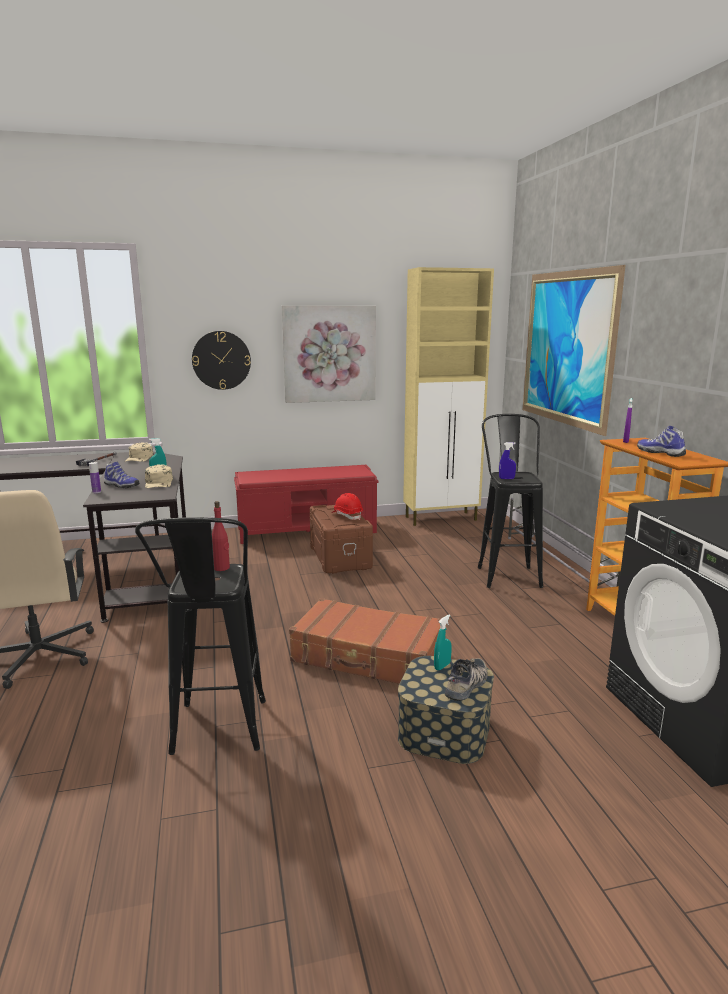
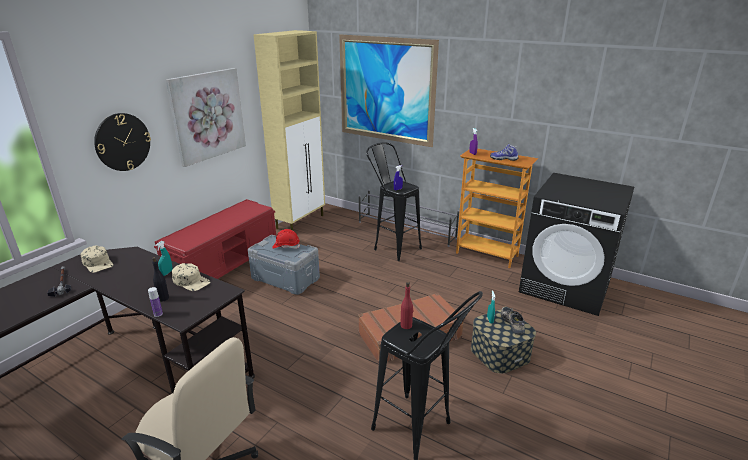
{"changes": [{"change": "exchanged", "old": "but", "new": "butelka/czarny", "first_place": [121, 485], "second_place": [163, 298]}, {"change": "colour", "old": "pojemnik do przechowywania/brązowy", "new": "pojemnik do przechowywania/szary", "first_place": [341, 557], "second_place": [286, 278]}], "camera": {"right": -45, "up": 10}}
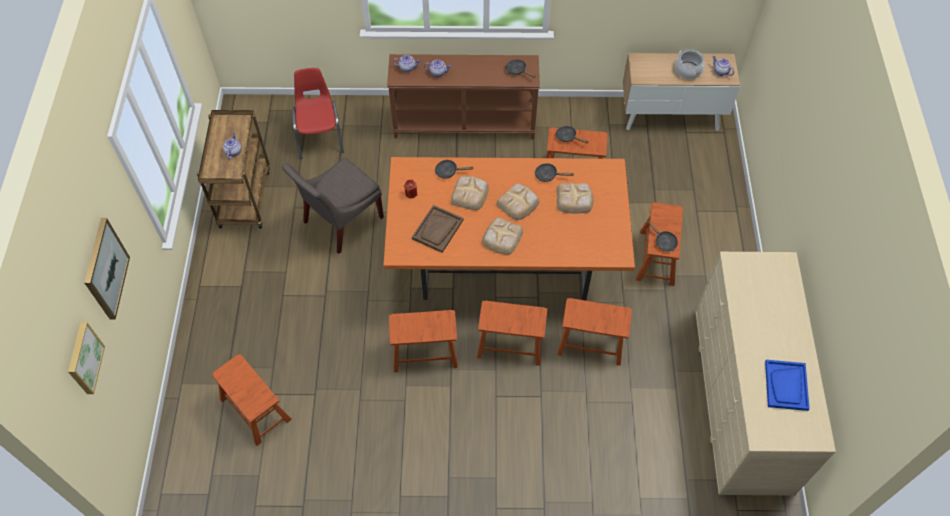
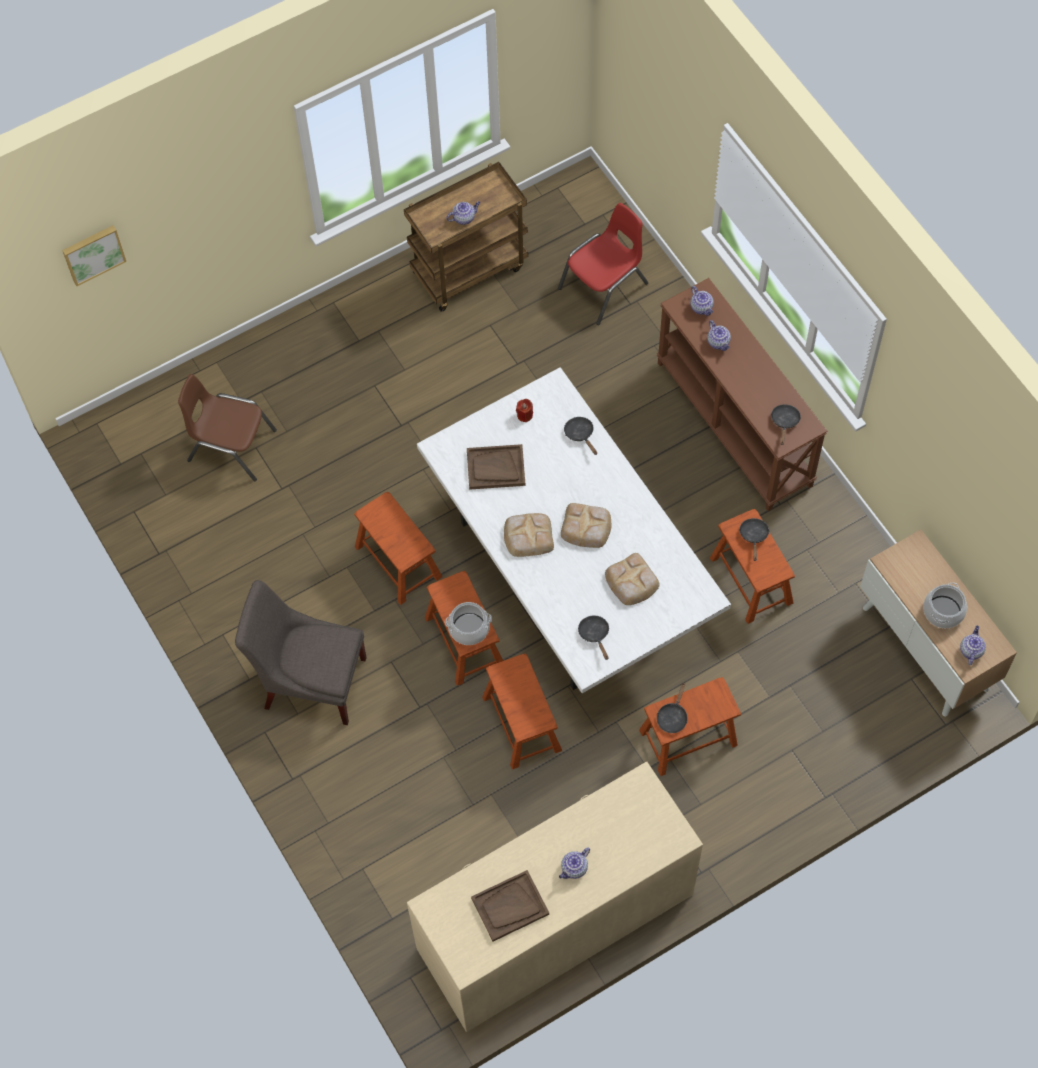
{"changes": [{"change": "exchanged", "old": "stołek/brązowy", "new": "krzesło/brązowy", "first_place": [255, 409], "second_place": [231, 446]}, {"change": "relocated", "old": "krzesło/szary", "first_place": [340, 221], "second_place": [310, 680]}, {"change": "colour", "old": "stół jadalny/pomarańczowy", "new": "stół jadalny/biały", "first_place": [506, 260], "second_place": [570, 577]}, {"change": "appeared", "new": "garnek", "second_place": [469, 629]}, {"change": "colour", "old": "taca/niebieski", "new": "taca/brązowy", "first_place": [786, 386], "second_place": [510, 906]}, {"change": "appeared", "new": "imbryk", "second_place": [574, 869]}, {"change": "relocated", "old": "patelnia/czarny", "first_place": [548, 175], "second_place": [595, 634]}, {"change": "missing", "old": "obraz", "first_place": [105, 269]}, {"change": "missing", "old": "chleb", "first_place": [470, 194]}], "camera": {"right": 60, "up": 5}}
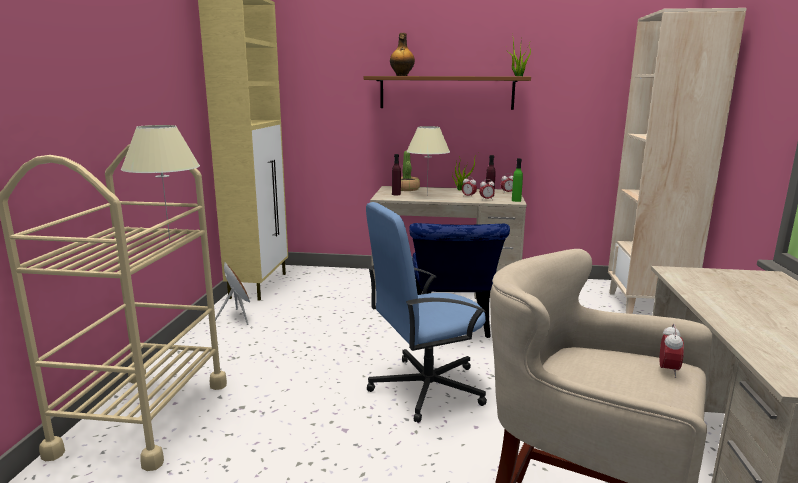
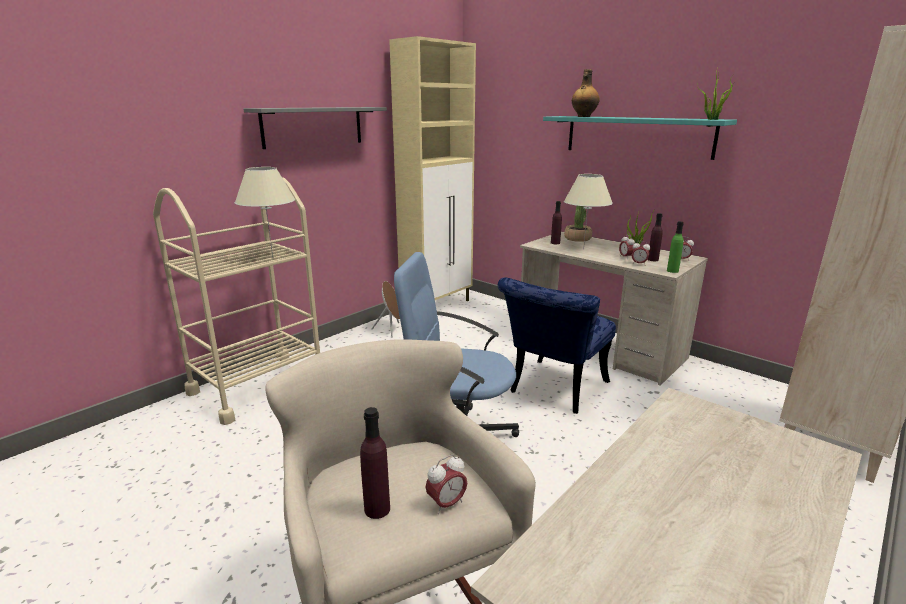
{"changes": [{"change": "appeared", "new": "półka/szary", "second_place": [313, 126]}, {"change": "appeared", "new": "butelka/fioletowy", "second_place": [377, 509]}, {"change": "colour", "old": "półka/brązowy", "new": "półka/turkusowy", "first_place": [446, 92], "second_place": [637, 136]}], "camera": {"right": 35, "up": 5}}
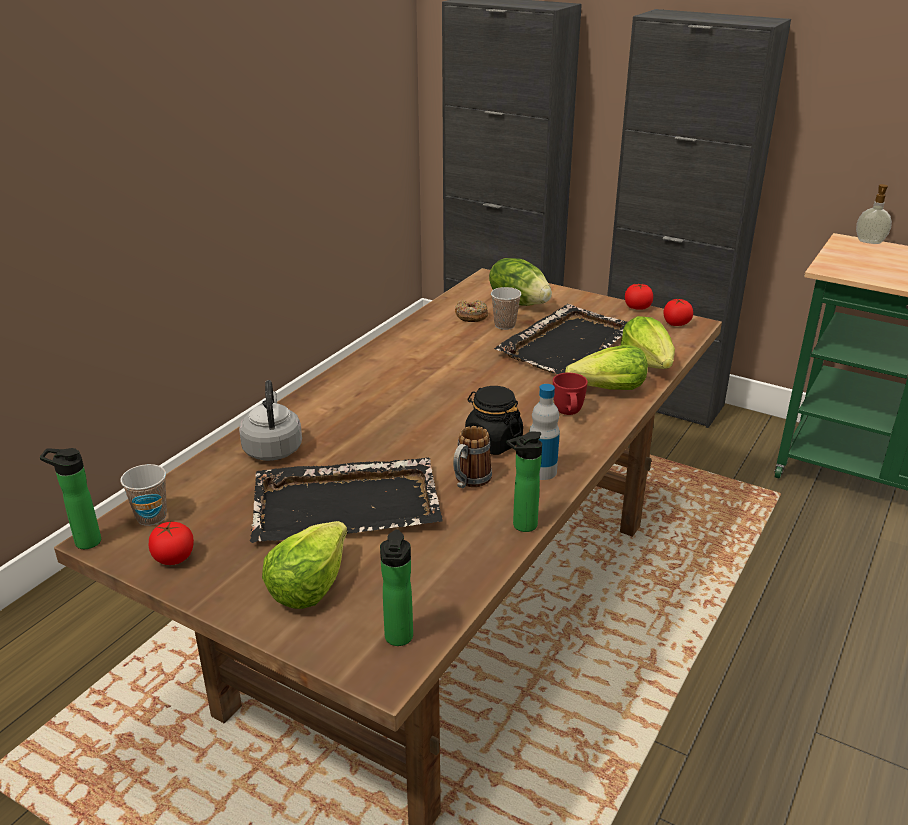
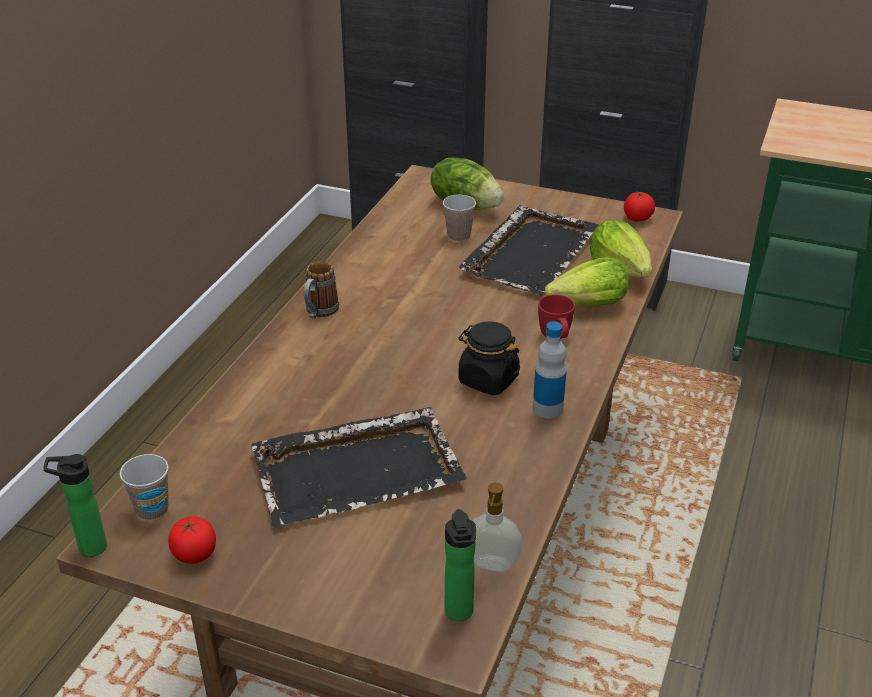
{"changes": [{"change": "relocated", "old": "kubek", "first_place": [469, 482], "second_place": [319, 312]}, {"change": "relocated", "old": "dozownik mydła", "first_place": [869, 242], "second_place": [492, 565]}, {"change": "missing", "old": "czajnik/szary", "first_place": [273, 448]}, {"change": "missing", "old": "sałata", "first_place": [308, 584]}, {"change": "missing", "old": "donut", "first_place": [471, 316]}, {"change": "missing", "old": "butelka", "first_place": [521, 526]}, {"change": "missing", "old": "pomidor", "first_place": [637, 307]}], "camera": {"right": -10, "up": 5}}
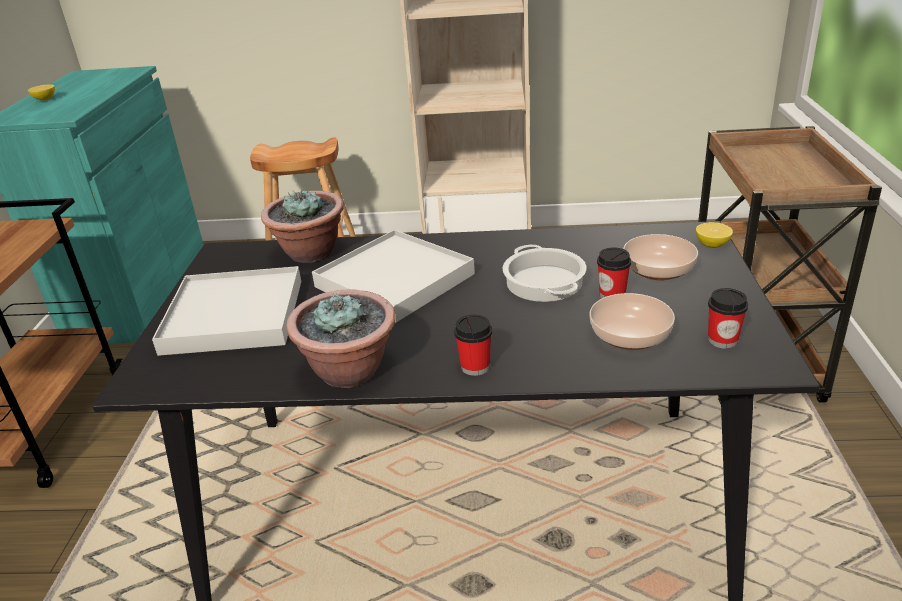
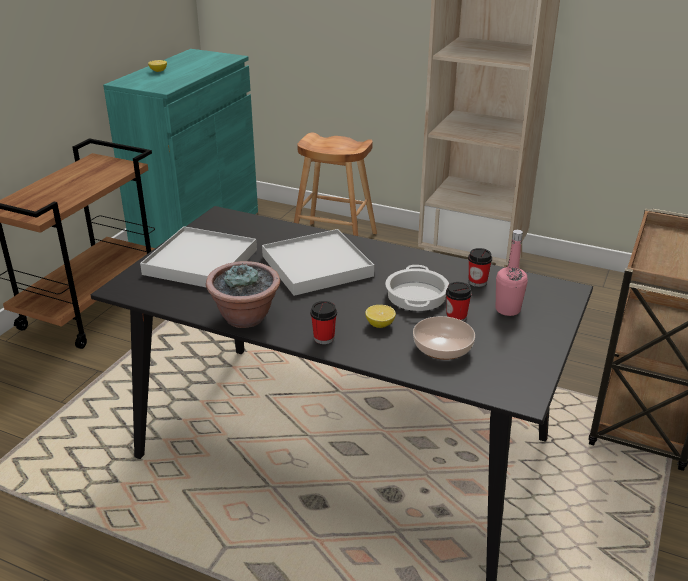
{"changes": [{"change": "relocated", "old": "cytryna", "first_place": [712, 245], "second_place": [380, 324]}, {"change": "relocated", "old": "filiżanka", "first_place": [722, 340], "second_place": [477, 282]}, {"change": "exchanged", "old": "miska", "new": "butelka/różowy", "first_place": [659, 270], "second_place": [507, 309]}, {"change": "missing", "old": "roślina doniczkowa", "first_place": [310, 253]}], "camera": {"right": 20, "up": 0}}
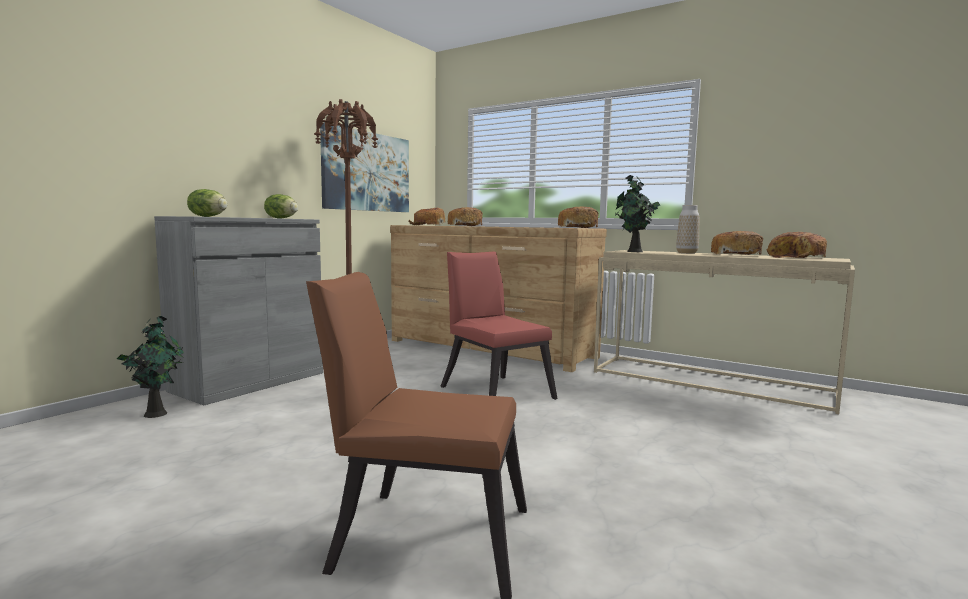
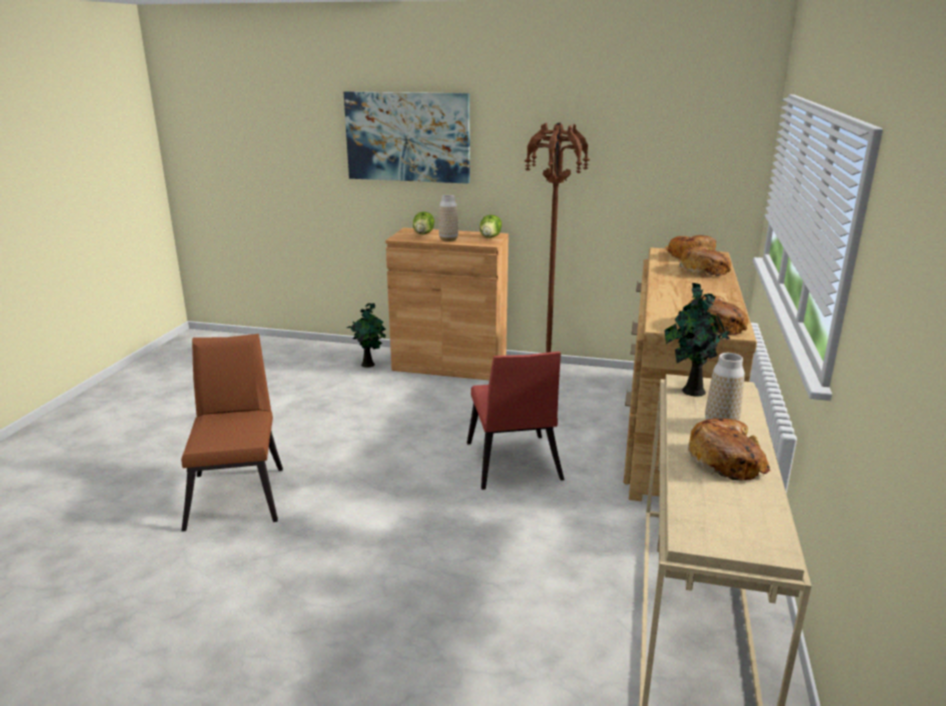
{"changes": [{"change": "relocated", "old": "obraz", "first_place": [367, 171], "second_place": [407, 137]}, {"change": "colour", "old": "szafka/szary", "new": "szafka/brązowy", "first_place": [249, 381], "second_place": [449, 365]}, {"change": "appeared", "new": "wazon", "second_place": [448, 239]}, {"change": "spun", "old": "krzesło/czerwony", "first_place": [494, 391], "second_place": [513, 465], "degrees": 135}, {"change": "missing", "old": "chleb", "first_place": [797, 257]}], "camera": {"right": 70, "up": 15}}
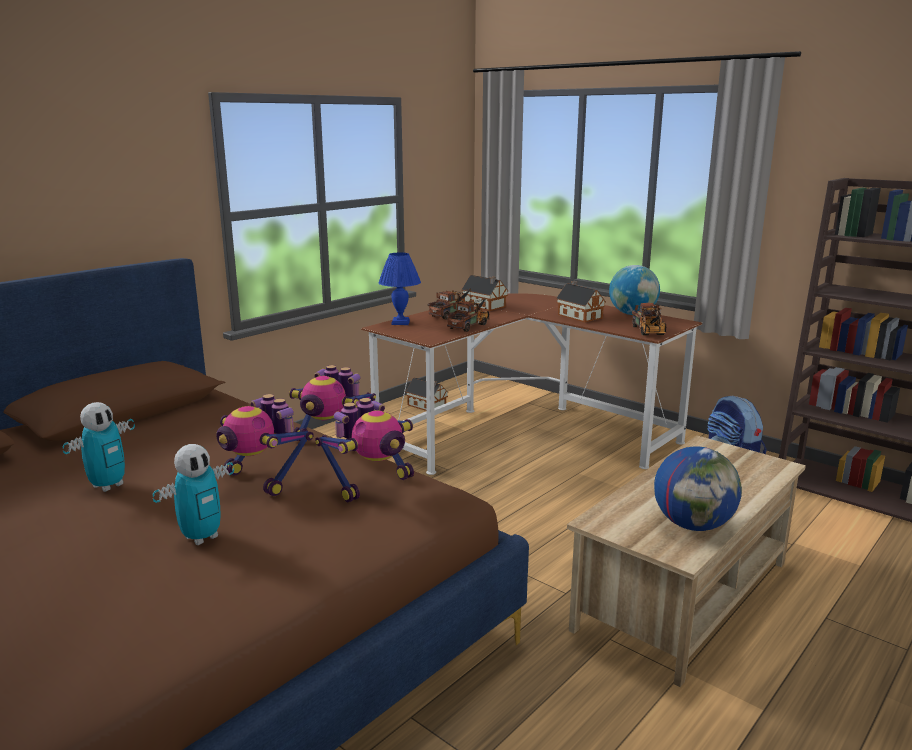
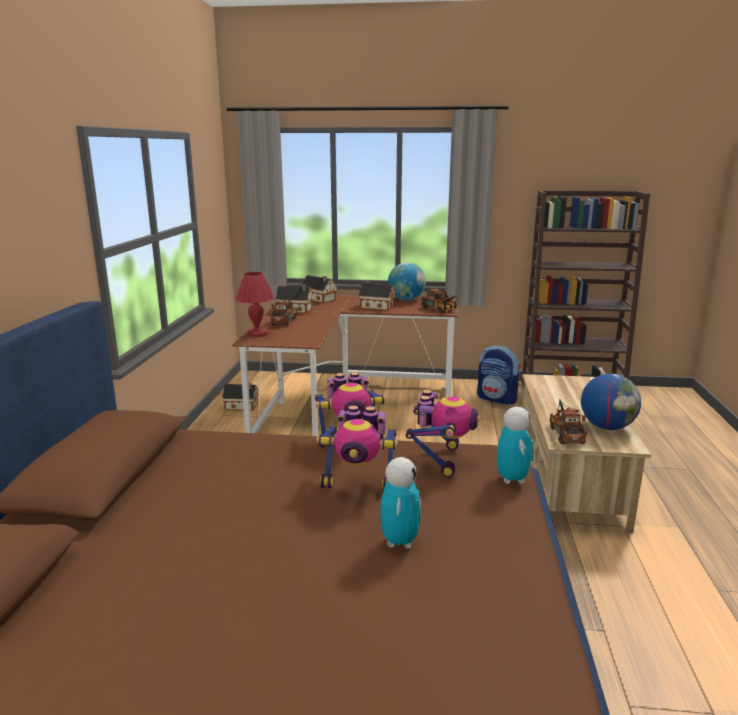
{"changes": [{"change": "colour", "old": "lampa stołowa/niebieski", "new": "lampa stołowa/czerwony", "first_place": [400, 323], "second_place": [257, 334]}, {"change": "appeared", "new": "domek", "second_place": [319, 299]}, {"change": "relocated", "old": "robot zabawkowy", "first_place": [108, 486], "second_place": [512, 479]}, {"change": "relocated", "old": "ciężarówka zabawkowa", "first_place": [470, 325], "second_place": [565, 433]}], "camera": {"right": -35, "up": 0}}
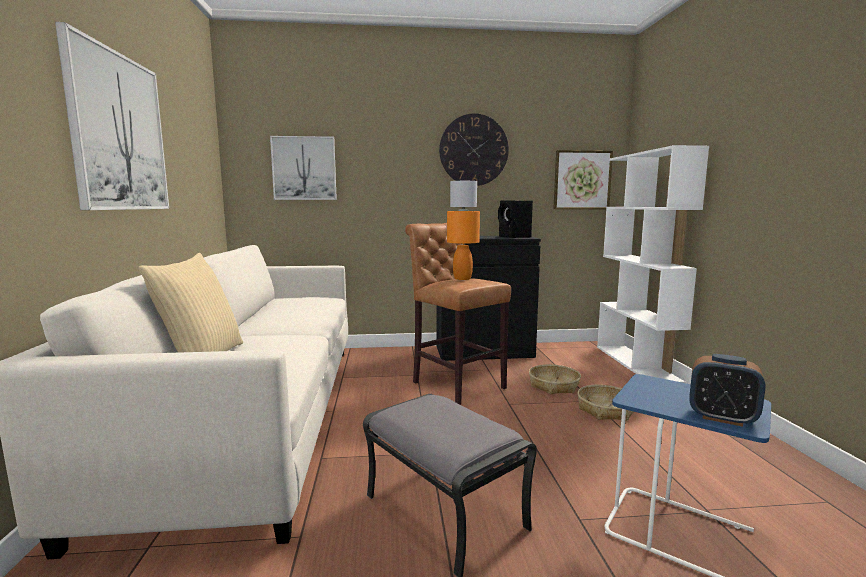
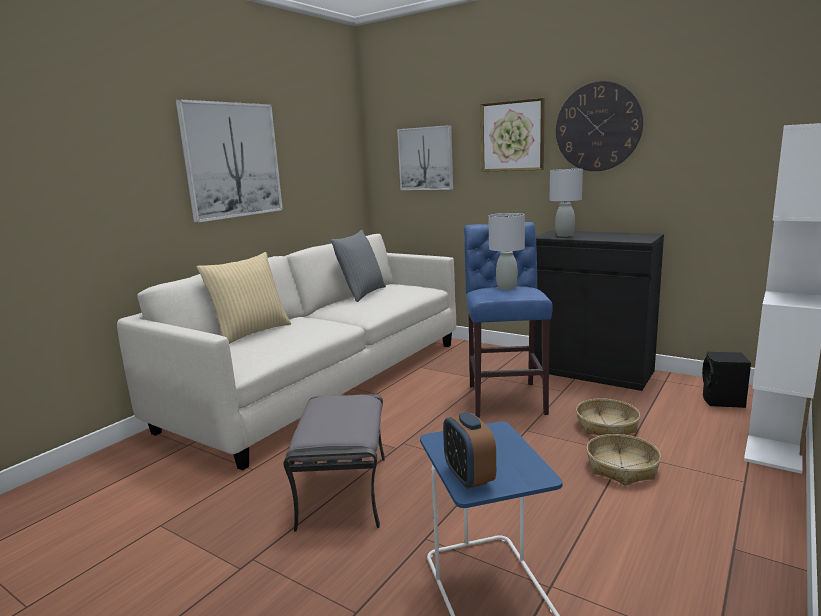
{"changes": [{"change": "appeared", "new": "poduszka/szary", "second_place": [361, 294]}, {"change": "colour", "old": "stołek/brązowy", "new": "stołek/niebieski", "first_place": [455, 384], "second_place": [505, 397]}, {"change": "relocated", "old": "obraz", "first_place": [582, 180], "second_place": [512, 136]}, {"change": "colour", "old": "lampa stołowa/pomarańczowy", "new": "lampa stołowa/szary", "first_place": [462, 278], "second_place": [507, 287]}, {"change": "relocated", "old": "głośnik/czarny", "first_place": [515, 237], "second_place": [723, 401]}], "camera": {"right": 40, "up": 5}}
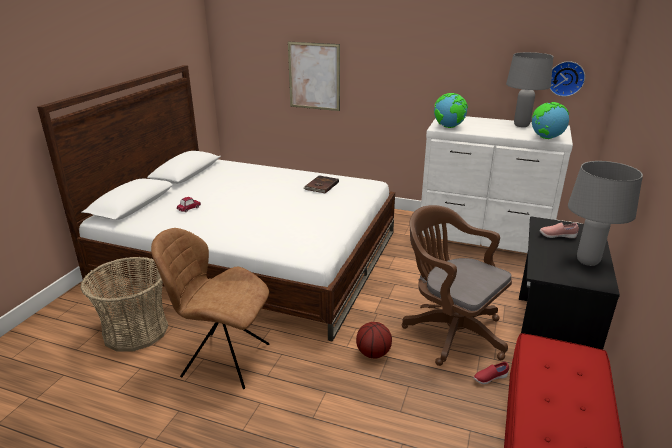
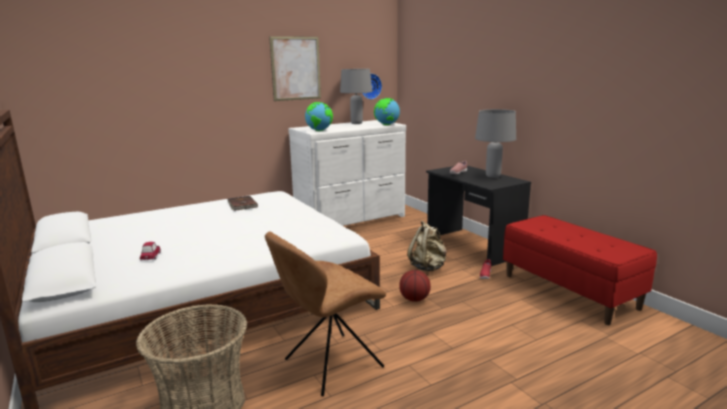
{"changes": [{"change": "relocated", "old": "obraz", "first_place": [314, 76], "second_place": [296, 68]}, {"change": "exchanged", "old": "krzesło biurowe/brązowy", "new": "plecak/beżowy", "first_place": [450, 331], "second_place": [428, 267]}], "camera": {"right": -50, "up": -10}}
